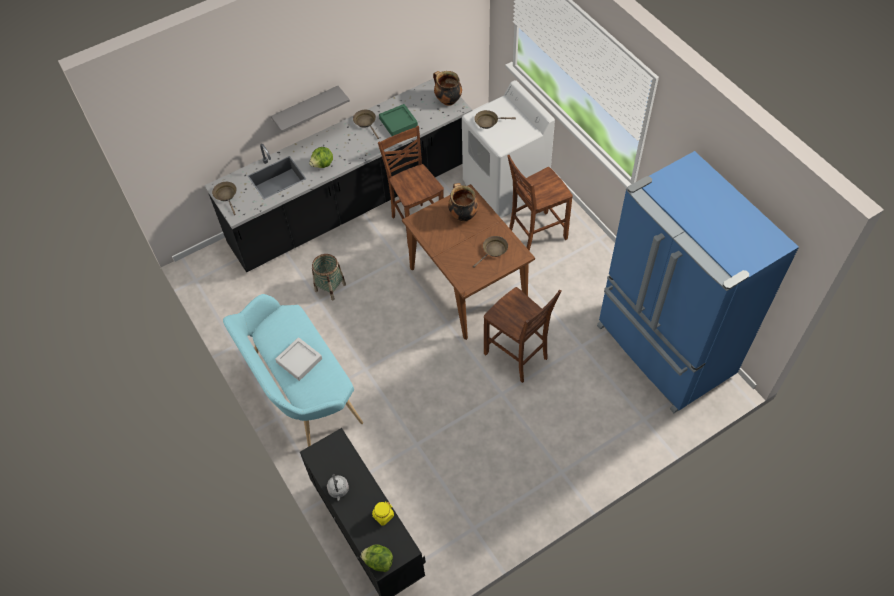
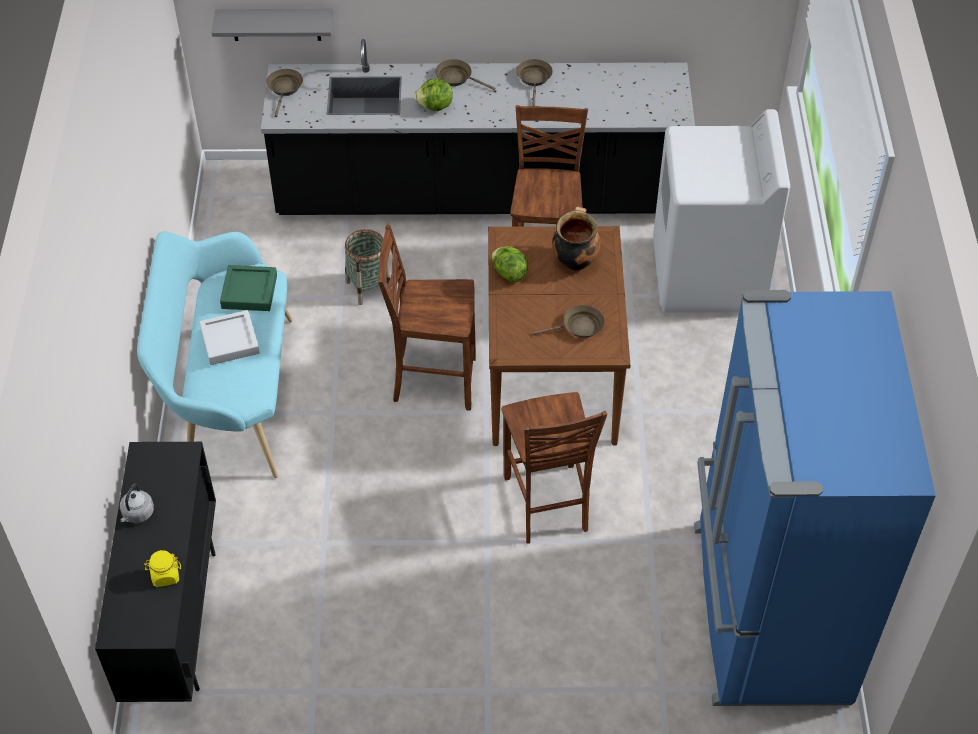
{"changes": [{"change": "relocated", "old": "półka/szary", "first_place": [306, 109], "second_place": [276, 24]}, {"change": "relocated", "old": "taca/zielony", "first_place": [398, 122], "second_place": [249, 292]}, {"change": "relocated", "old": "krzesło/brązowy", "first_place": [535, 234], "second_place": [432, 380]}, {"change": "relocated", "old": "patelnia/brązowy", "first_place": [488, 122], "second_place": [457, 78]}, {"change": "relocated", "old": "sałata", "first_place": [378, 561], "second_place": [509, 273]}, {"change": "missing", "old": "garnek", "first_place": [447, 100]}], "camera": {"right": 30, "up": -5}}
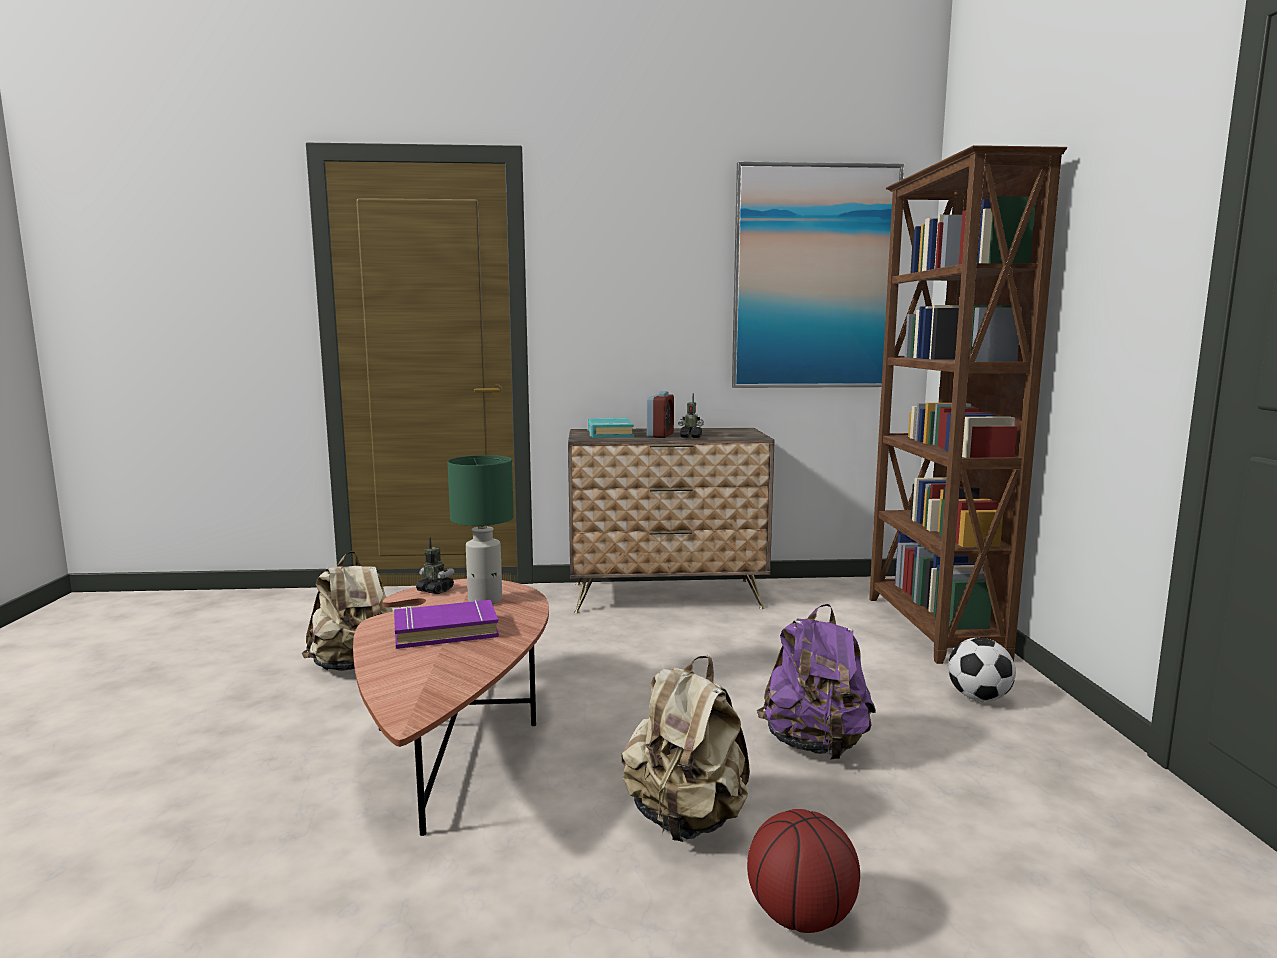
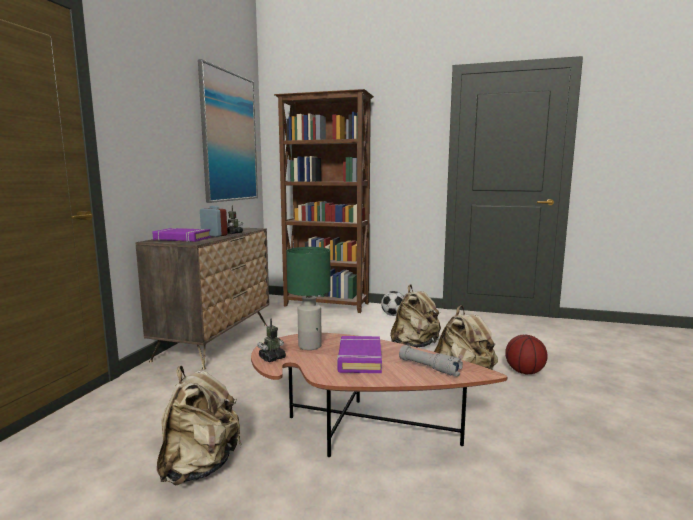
{"changes": [{"change": "colour", "old": "książka/turkusowy", "new": "książka/fioletowy", "first_place": [609, 433], "second_place": [182, 239]}, {"change": "colour", "old": "plecak/fioletowy", "new": "plecak/beżowy", "first_place": [815, 745], "second_place": [414, 346]}, {"change": "appeared", "new": "latarka/szary", "second_place": [429, 367]}], "camera": {"right": -70, "up": 0}}
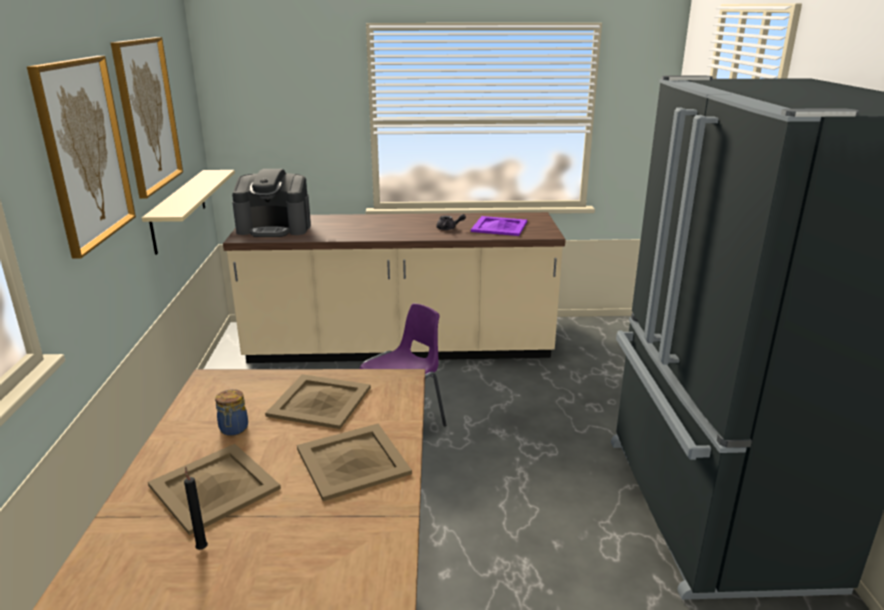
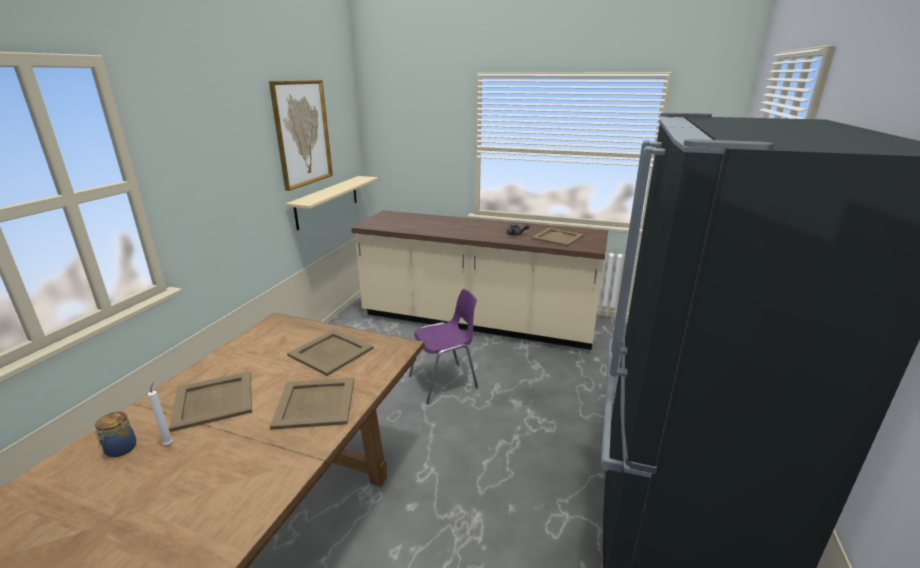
{"changes": [{"change": "relocated", "old": "słoik", "first_place": [233, 429], "second_place": [120, 450]}, {"change": "colour", "old": "świeca/czarny", "new": "świeca/biały", "first_place": [202, 547], "second_place": [169, 443]}, {"change": "colour", "old": "taca/fioletowy", "new": "taca/beżowy", "first_place": [500, 226], "second_place": [558, 237]}, {"change": "missing", "old": "obraz", "first_place": [84, 152]}, {"change": "missing", "old": "ekspres do kawy", "first_place": [275, 228]}], "camera": {"right": 20, "up": 0}}
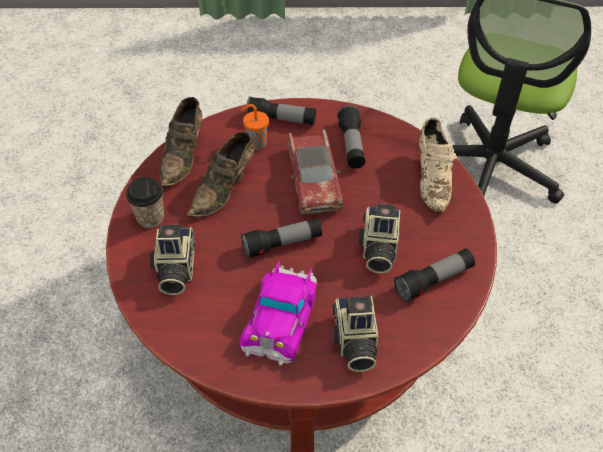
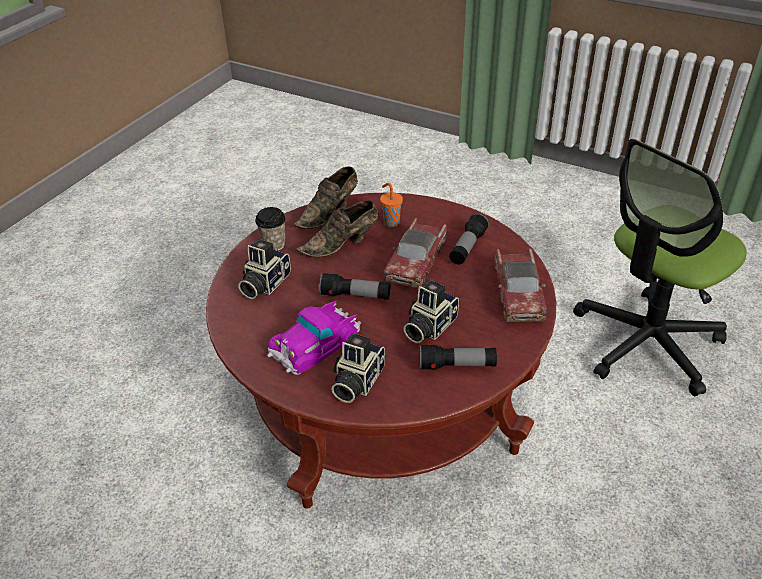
{"changes": [{"change": "exchanged", "old": "but/beżowy", "new": "samochodzik", "first_place": [432, 178], "second_place": [518, 293]}, {"change": "missing", "old": "latarka", "first_place": [281, 120]}], "camera": {"right": 30, "up": -10}}
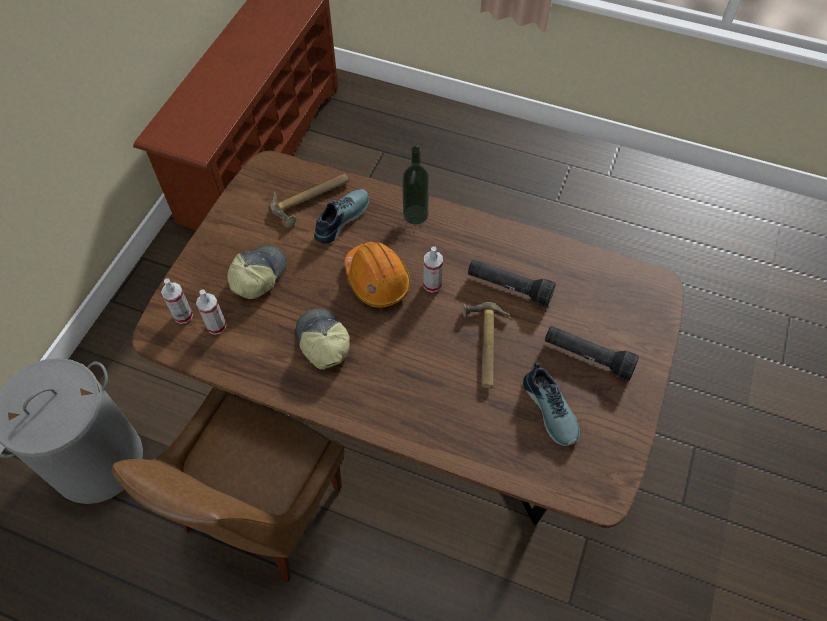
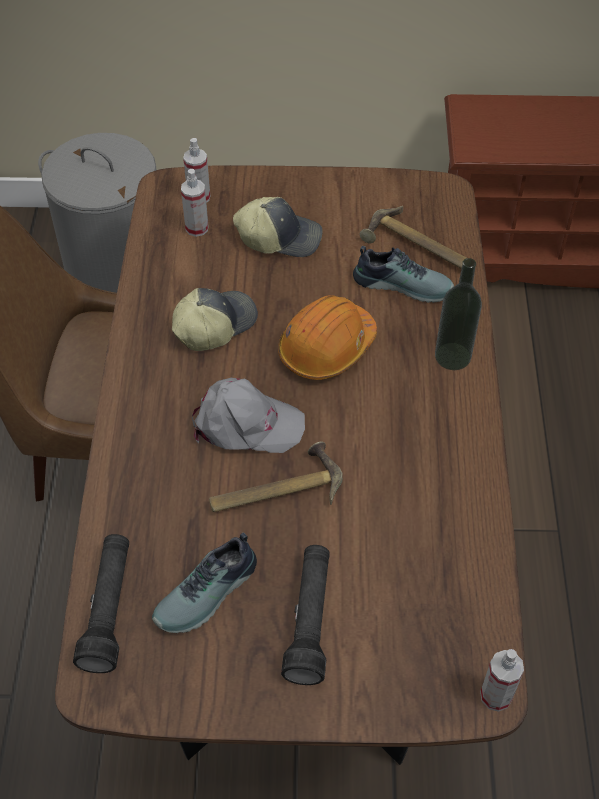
{"changes": [{"change": "relocated", "old": "latarka/czarny", "first_place": [509, 288], "second_place": [109, 609]}, {"change": "appeared", "new": "czapka z daszkiem/szary", "second_place": [246, 424]}, {"change": "relocated", "old": "spryskiwacz", "first_place": [432, 284], "second_place": [496, 696]}], "camera": {"right": 70, "up": -5}}
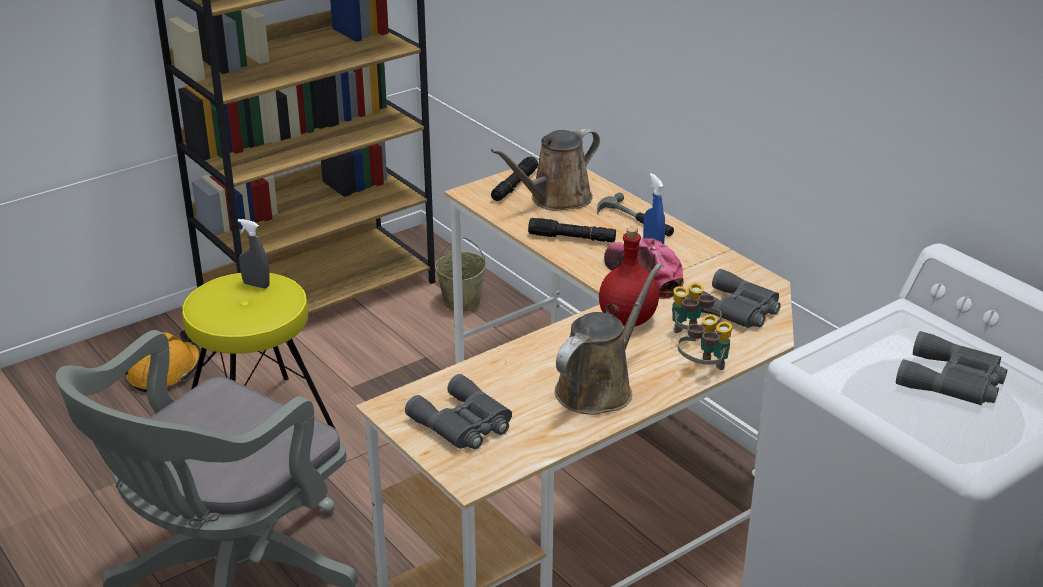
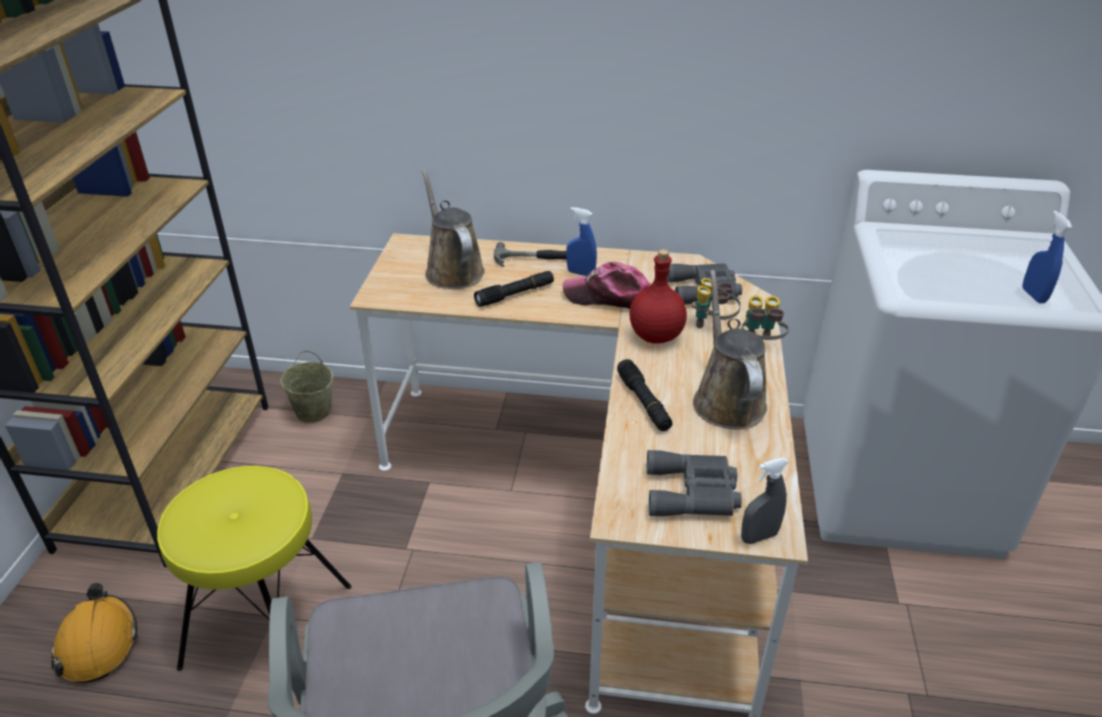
{"changes": [{"change": "spun", "old": "konewka/brązowy", "first_place": [556, 199], "second_place": [452, 270], "degrees": 150}, {"change": "relocated", "old": "latarka/czarny", "first_place": [514, 186], "second_place": [643, 402]}, {"change": "relocated", "old": "spryskiwacz/szary", "first_place": [256, 285], "second_place": [759, 537]}, {"change": "appeared", "new": "spryskiwacz/niebieski", "second_place": [1033, 295]}, {"change": "missing", "old": "lornetka/szary", "first_place": [954, 381]}], "camera": {"right": -45, "up": 5}}
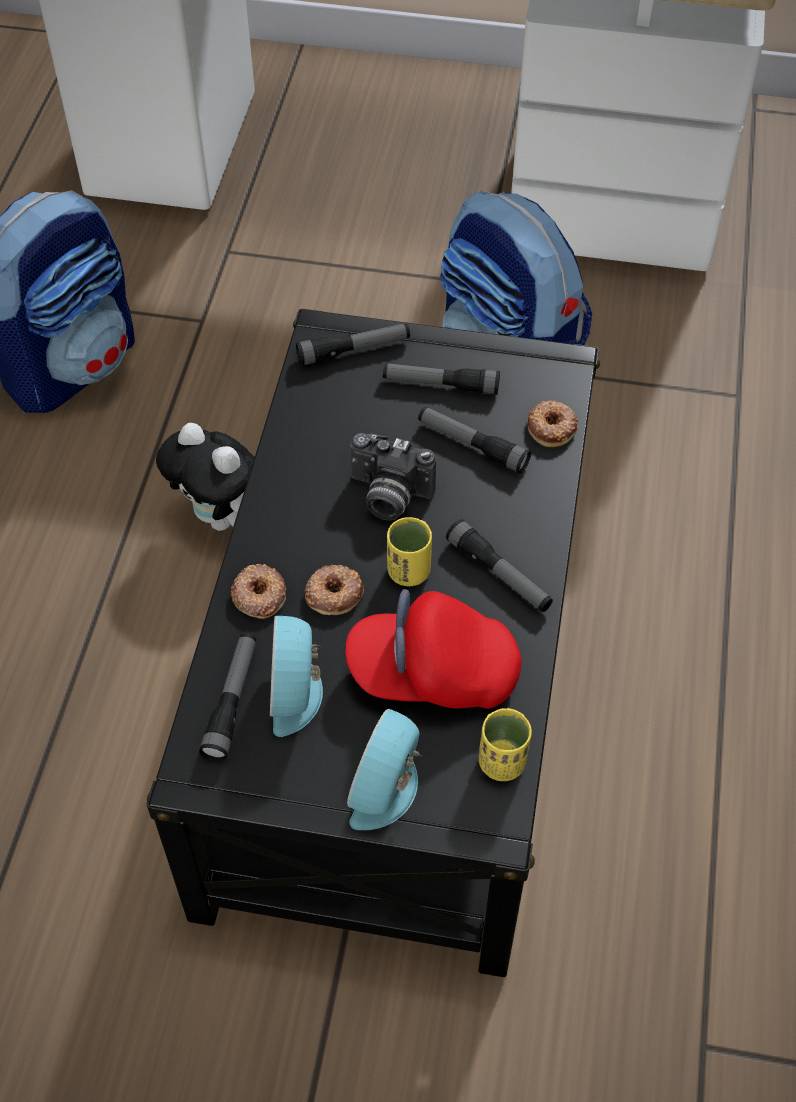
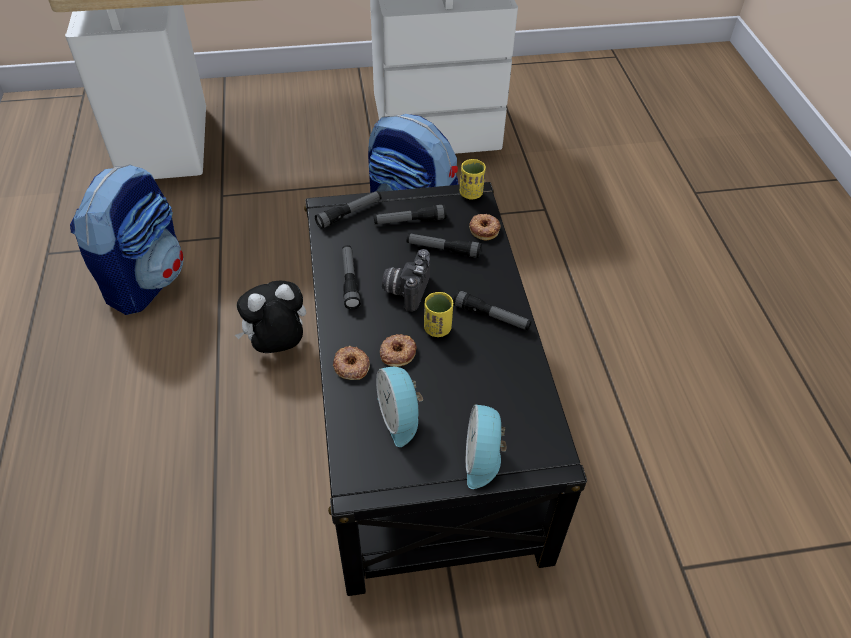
{"changes": [{"change": "spun", "old": "pluszak", "first_place": [225, 518], "second_place": [278, 345], "degrees": 135}, {"change": "relocated", "old": "latarka", "first_place": [232, 701], "second_place": [350, 280]}, {"change": "spun", "old": "aparat fotograficzny", "first_place": [388, 496], "second_place": [406, 289], "degrees": 105}, {"change": "relocated", "old": "filiżanka/żółty", "first_place": [502, 762], "second_place": [471, 193]}, {"change": "missing", "old": "czapka z daszkiem/czerwony", "first_place": [433, 673]}], "camera": {"right": -20, "up": -5}}
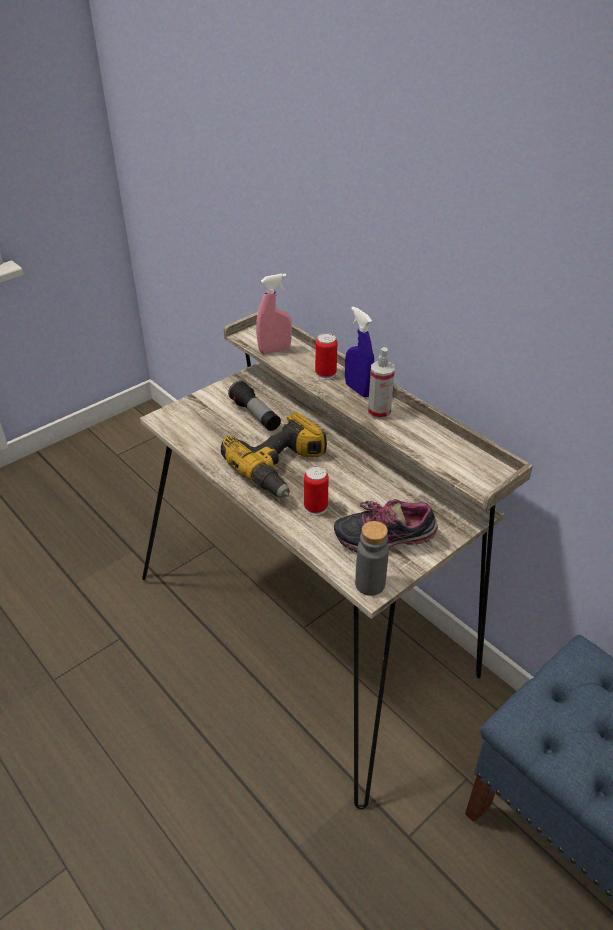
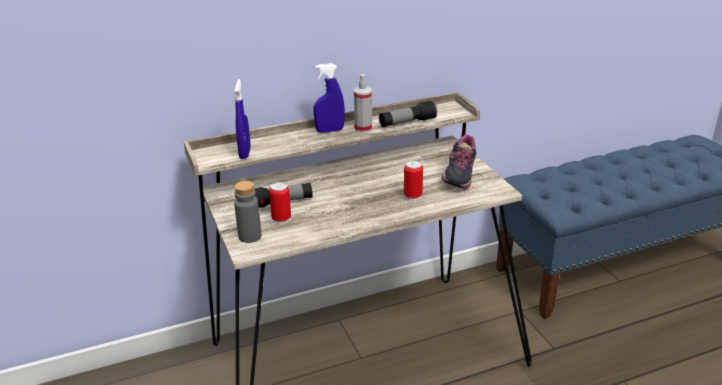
{"changes": [{"change": "colour", "old": "spryskiwacz/różowy", "new": "spryskiwacz/niebieski", "first_place": [274, 350], "second_place": [245, 153]}, {"change": "relocated", "old": "butelka/szary", "first_place": [370, 584], "second_place": [250, 236]}, {"change": "relocated", "old": "puszka", "first_place": [325, 374], "second_place": [281, 218]}, {"change": "appeared", "new": "latarka", "second_place": [407, 123]}, {"change": "missing", "old": "wiertarka", "first_place": [282, 467]}], "camera": {"right": -70, "up": -10}}
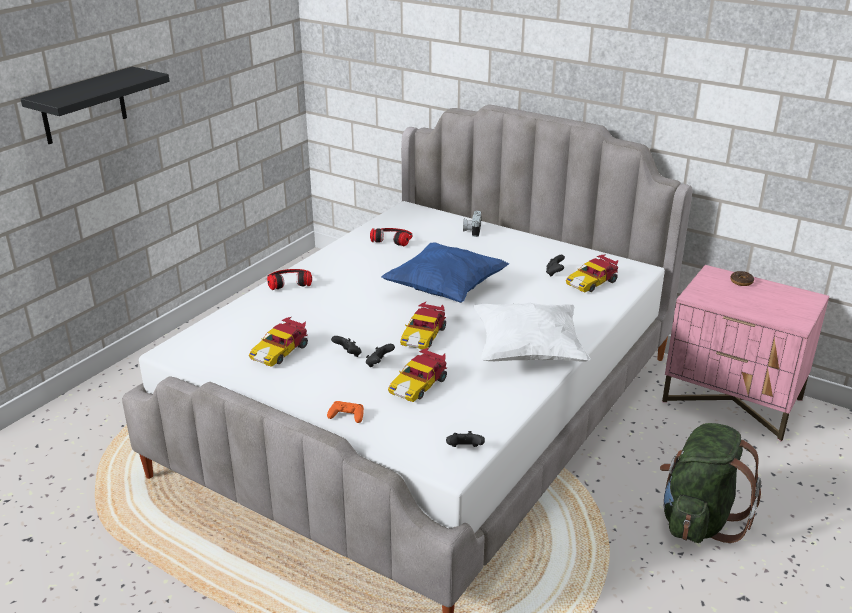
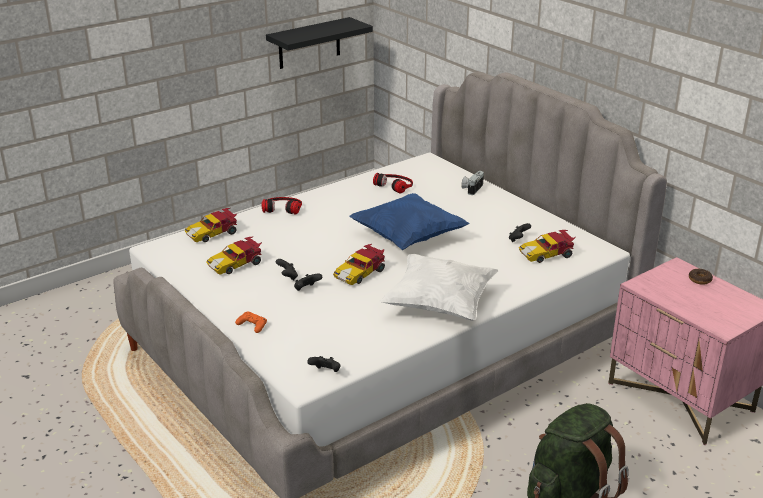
{"changes": [{"change": "relocated", "old": "samochodzik", "first_place": [419, 385], "second_place": [213, 234]}, {"change": "relocated", "old": "półka/czarny", "first_place": [83, 106], "second_place": [309, 43]}], "camera": {"right": 20, "up": 0}}
